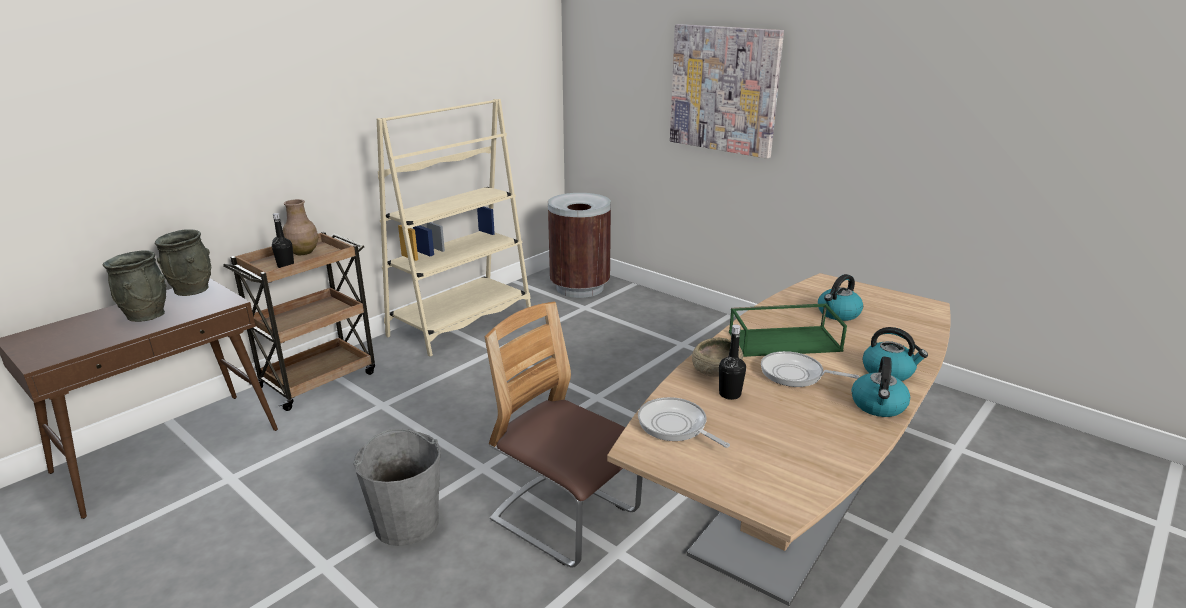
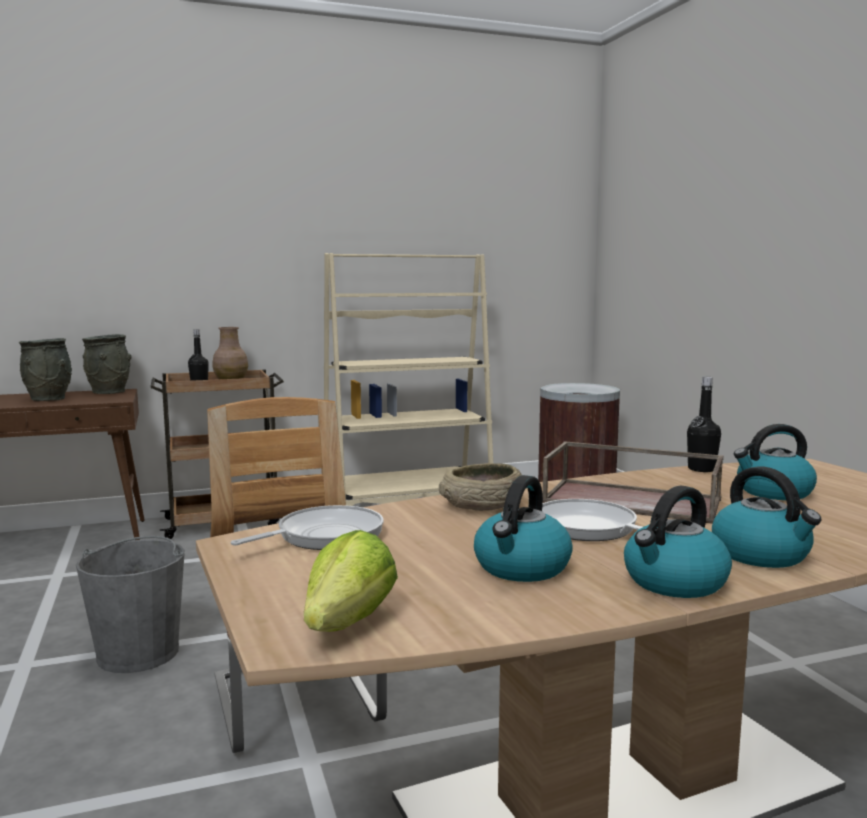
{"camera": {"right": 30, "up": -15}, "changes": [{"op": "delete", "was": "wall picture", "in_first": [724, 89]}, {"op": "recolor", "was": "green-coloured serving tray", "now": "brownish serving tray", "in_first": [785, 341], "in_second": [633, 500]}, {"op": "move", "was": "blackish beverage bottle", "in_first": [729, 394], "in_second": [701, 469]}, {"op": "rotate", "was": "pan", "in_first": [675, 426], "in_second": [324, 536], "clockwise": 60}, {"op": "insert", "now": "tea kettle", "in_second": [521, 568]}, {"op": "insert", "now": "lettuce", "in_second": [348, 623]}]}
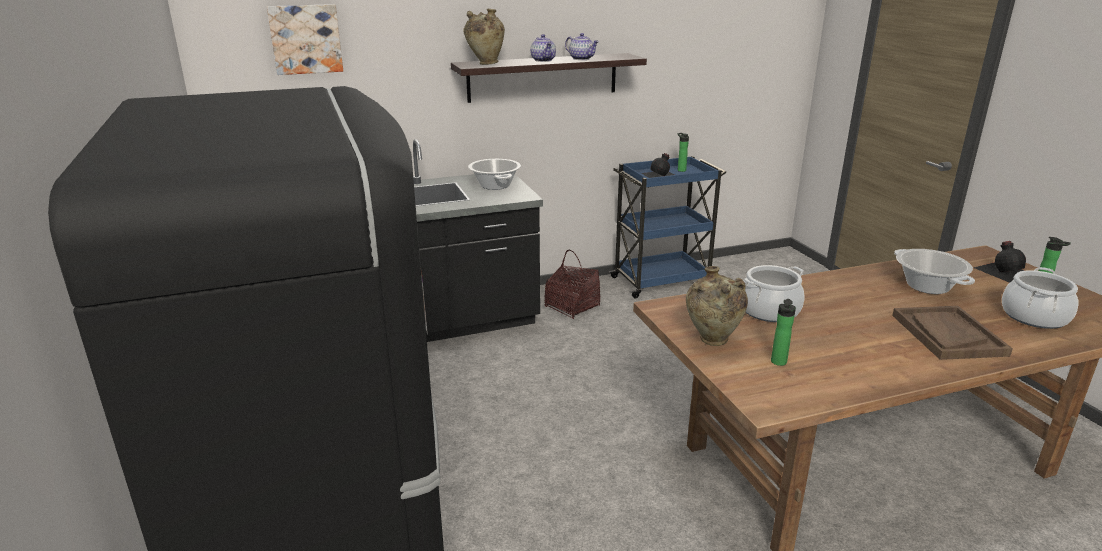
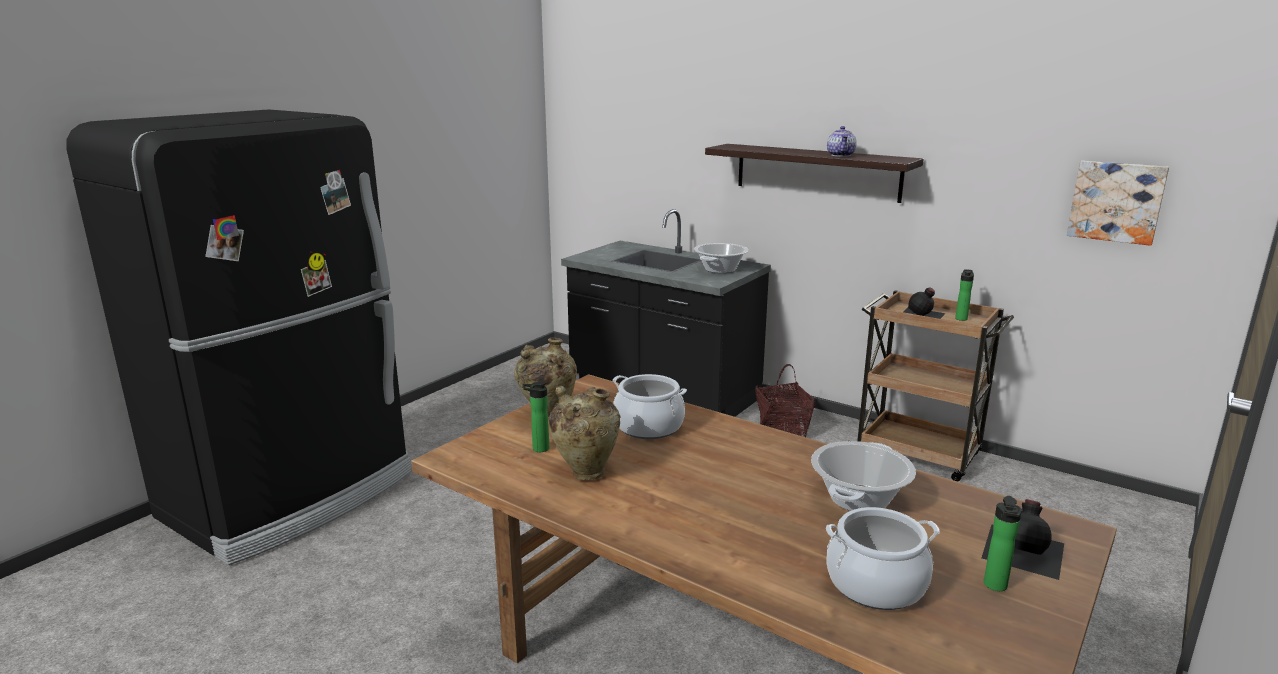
{"camera": {"right": 55, "up": -5}, "changes": [{"op": "move", "was": "wall picture", "in_first": [305, 39], "in_second": [1116, 201]}, {"op": "move", "was": "sand-coloured decorative vase", "in_first": [485, 64], "in_second": [586, 472]}, {"op": "delete", "was": "teapot", "in_first": [543, 60]}, {"op": "recolor", "was": "blue-coloured trolley", "now": "brownish trolley", "in_first": [661, 281], "in_second": [918, 454]}, {"op": "delete", "was": "brownish serving tray", "in_first": [947, 334]}]}
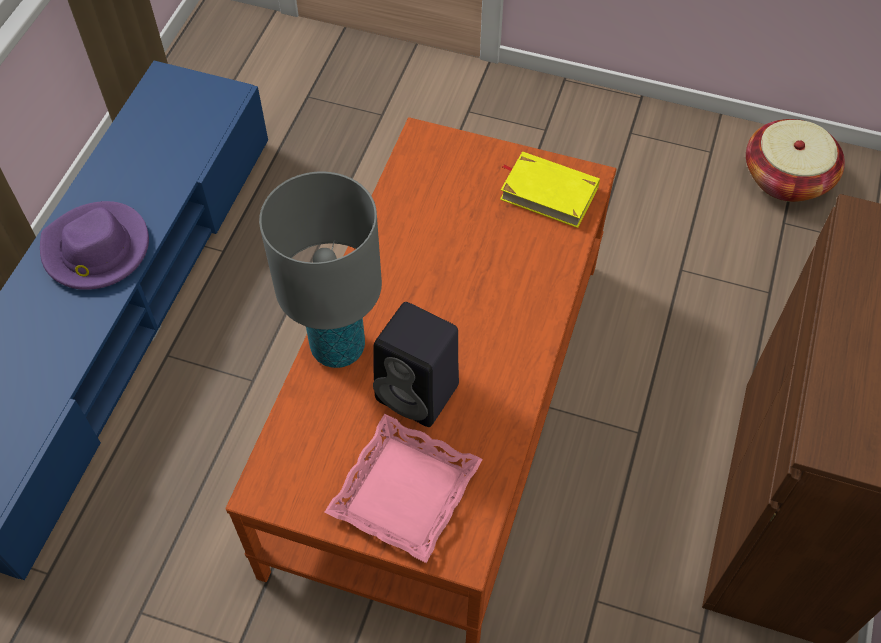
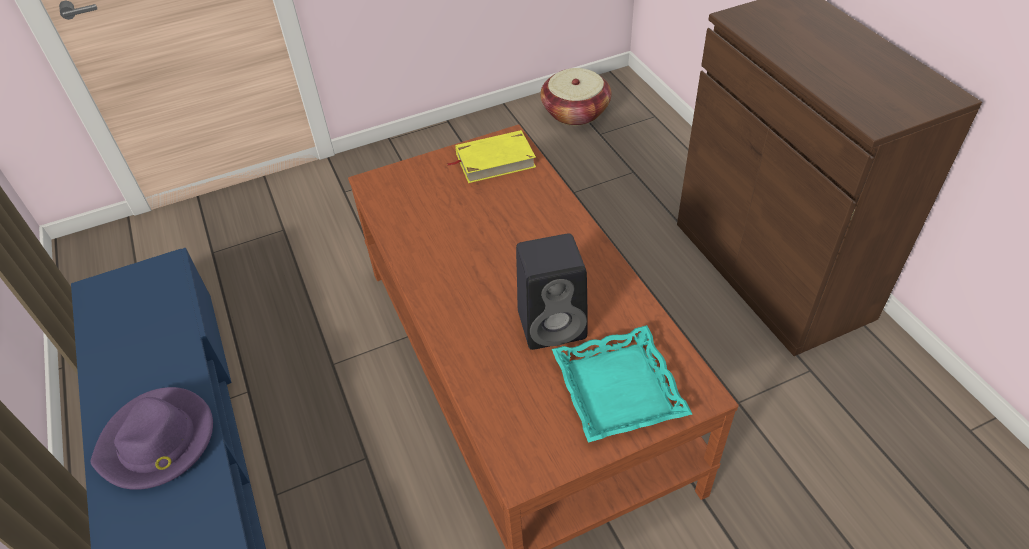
{"camera": {"right": -40, "up": -10}, "changes": [{"op": "delete", "was": "gray tabletop lamp", "in_first": [338, 348]}, {"op": "recolor", "was": "pink-coloured serving tray", "now": "blue-green serving tray", "in_first": [404, 491], "in_second": [617, 389]}]}
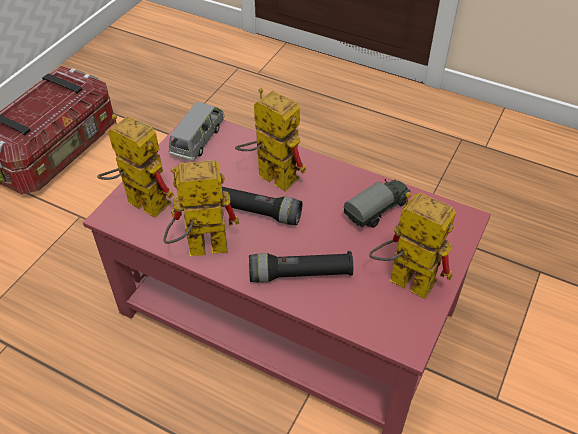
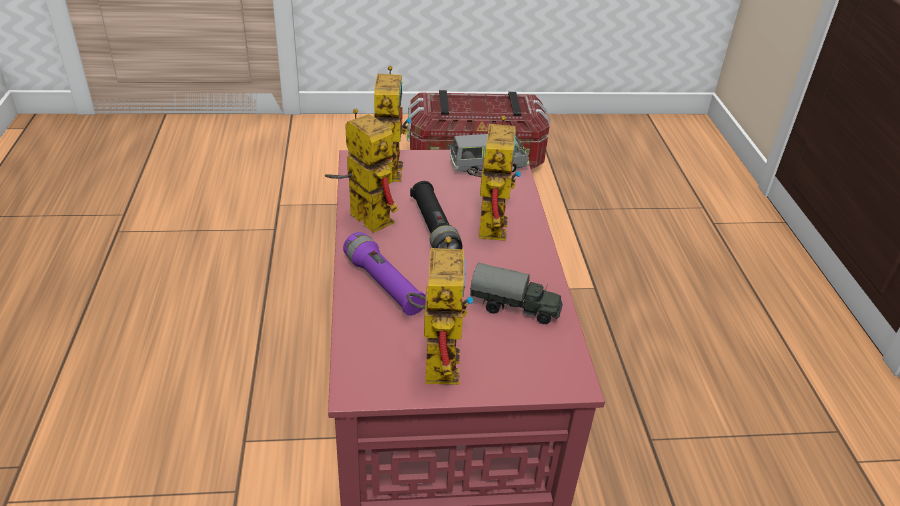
{"camera": {"right": 55, "up": -10}, "changes": [{"op": "recolor", "was": "blackish hand torch", "now": "purple hand torch", "in_first": [300, 274], "in_second": [384, 284]}]}
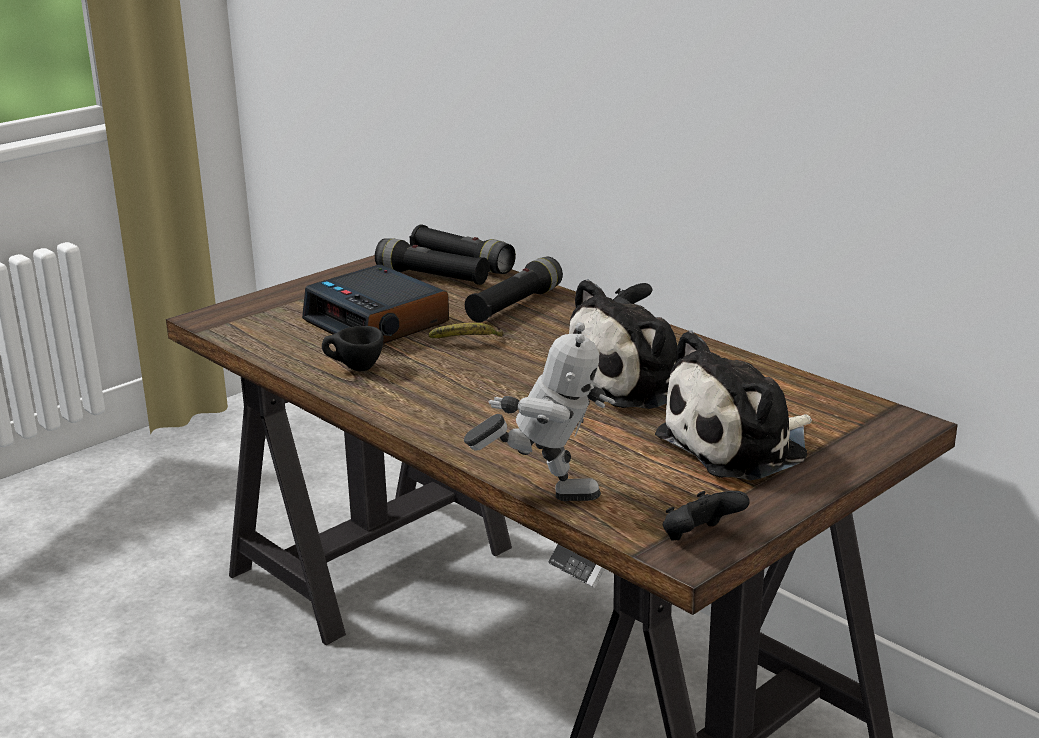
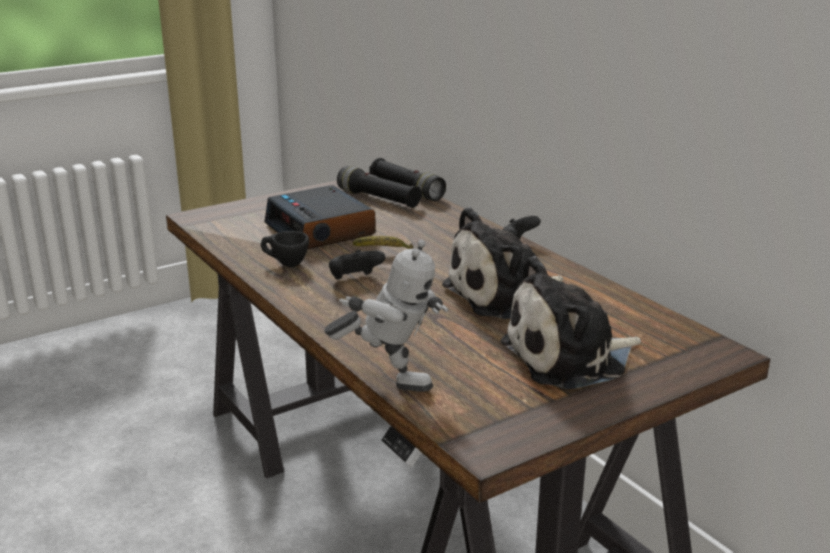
{"camera": {"right": 10, "up": 0}, "changes": [{"op": "delete", "was": "blackish hand torch", "in_first": [514, 305]}, {"op": "move", "was": "blackish gamepad", "in_first": [700, 538], "in_second": [354, 280]}]}
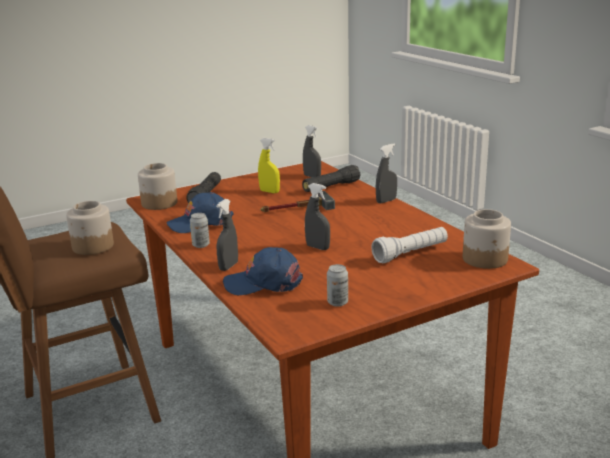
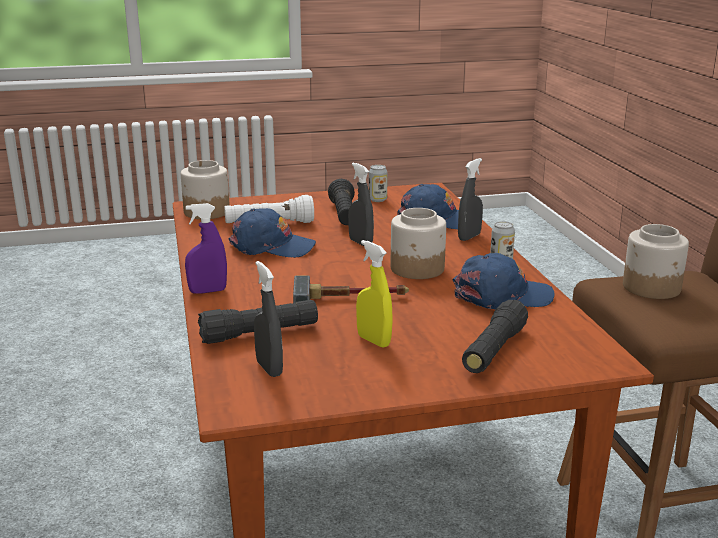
{"camera": {"right": -165, "up": 0}, "changes": [{"op": "recolor", "was": "gray sprayer", "now": "purple sprayer", "in_first": [386, 201], "in_second": [208, 291]}, {"op": "move", "was": "preserve jar", "in_first": [159, 203], "in_second": [417, 269]}, {"op": "insert", "now": "blackish hand torch", "in_second": [344, 216]}, {"op": "insert", "now": "blue-coloured cap", "in_second": [271, 246]}]}
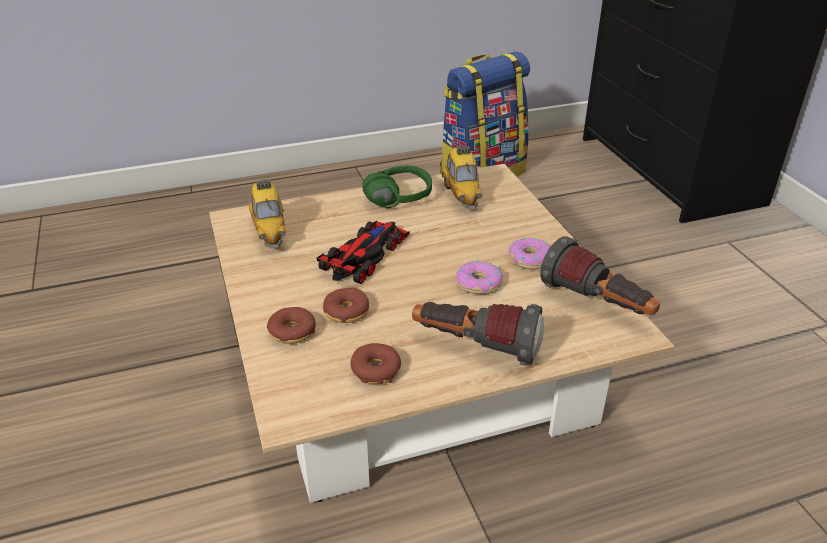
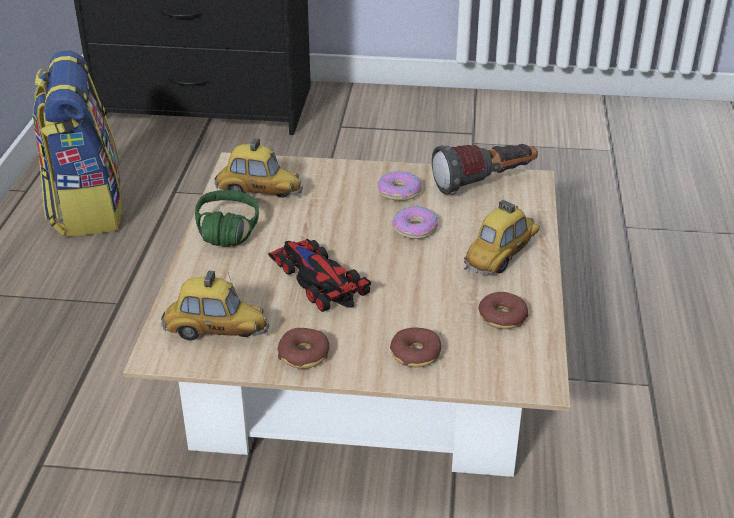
{"camera": {"right": -65, "up": 0}, "changes": [{"op": "move", "was": "donut", "in_first": [346, 312], "in_second": [304, 355]}, {"op": "replace", "was": "hand torch", "now": "model car", "in_first": [475, 347], "in_second": [502, 257]}]}
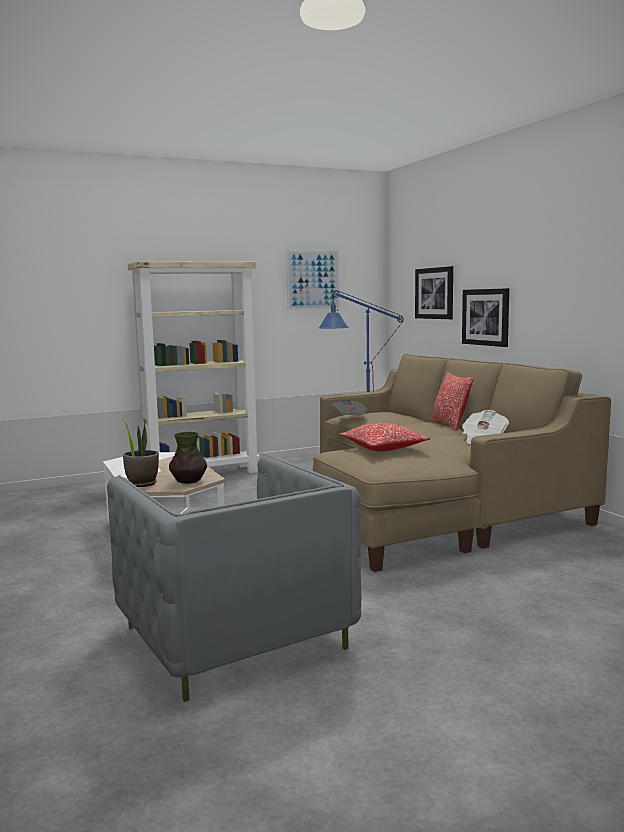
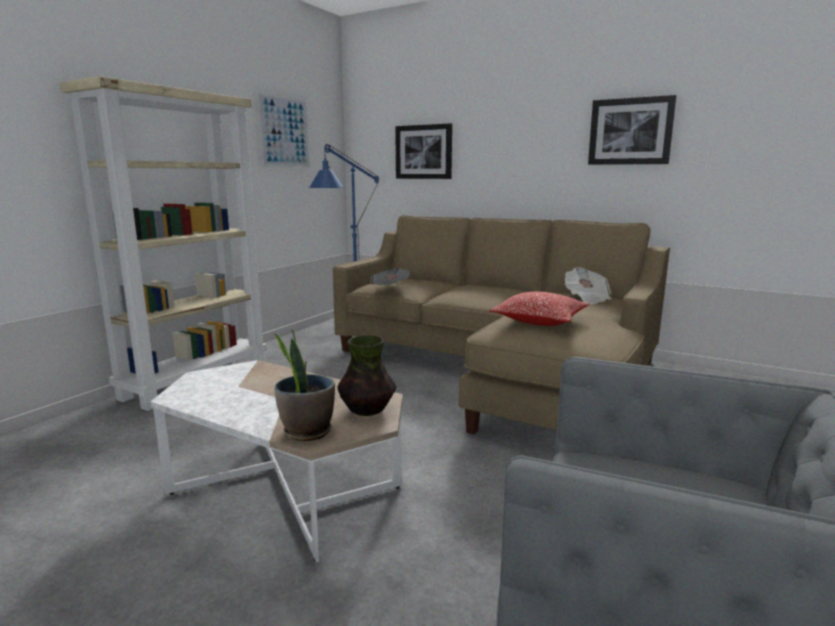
{"camera": {"right": -35, "up": 5}, "changes": [{"op": "move", "was": "wall picture", "in_first": [486, 317], "in_second": [630, 131]}, {"op": "delete", "was": "throw pillow", "in_first": [450, 425]}]}
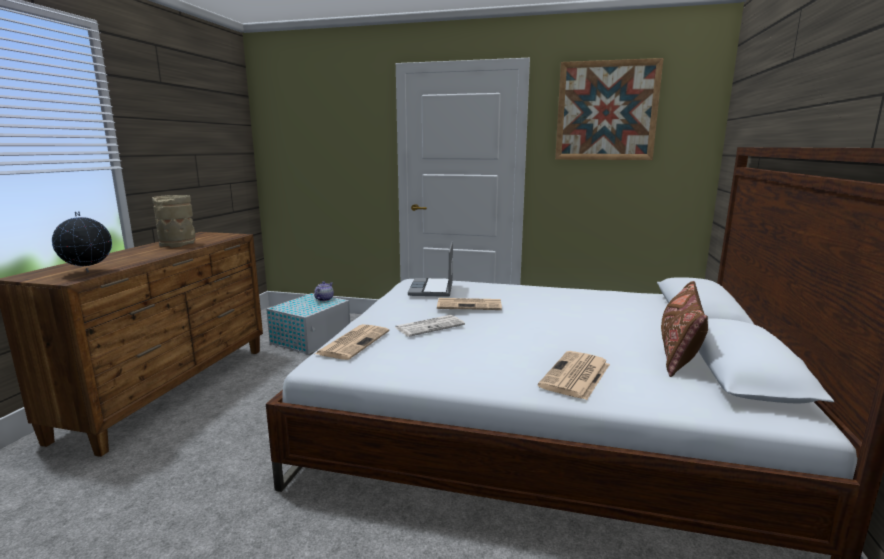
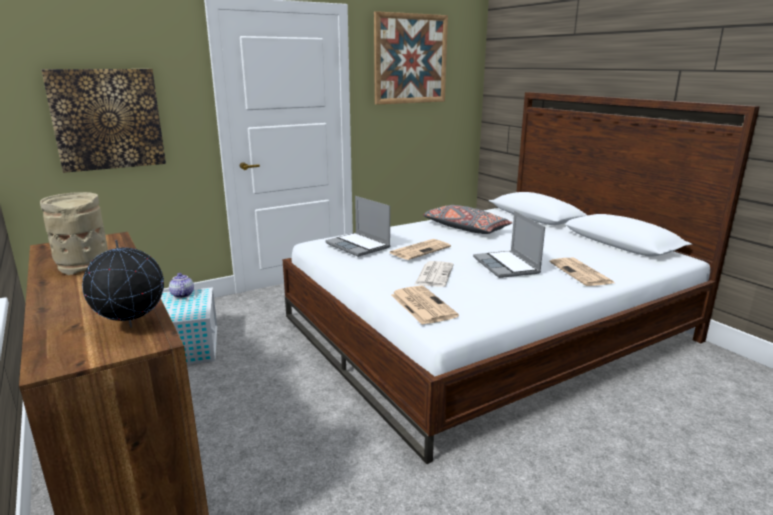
{"camera": {"right": -45, "up": 5}, "changes": [{"op": "delete", "was": "brownish throw pillow", "in_first": [678, 352]}, {"op": "insert", "now": "wall picture", "in_second": [107, 119]}, {"op": "insert", "now": "gray throw pillow", "in_second": [465, 228]}, {"op": "insert", "now": "notebook computer", "in_second": [507, 266]}]}
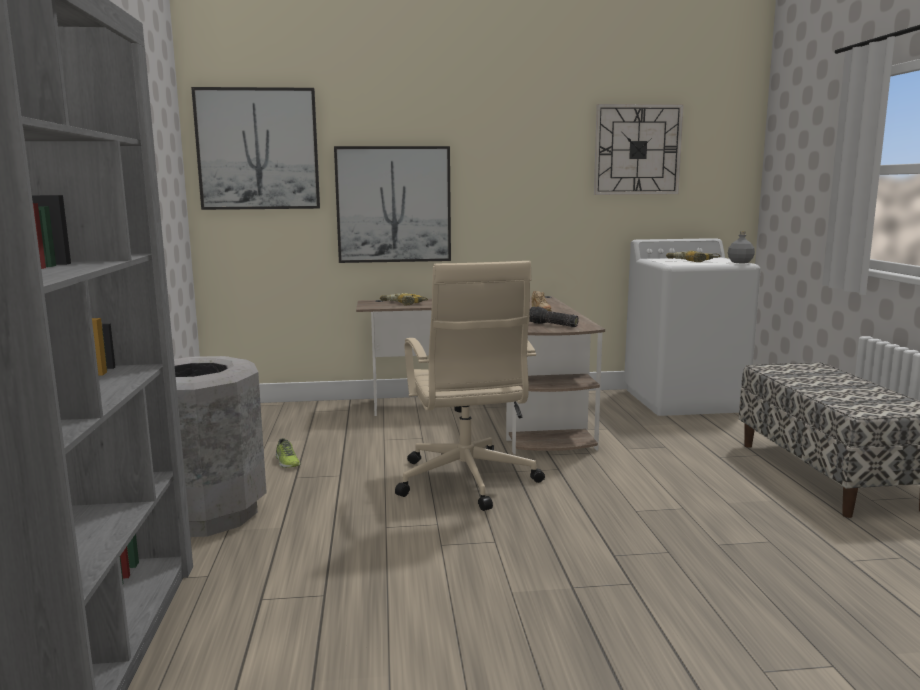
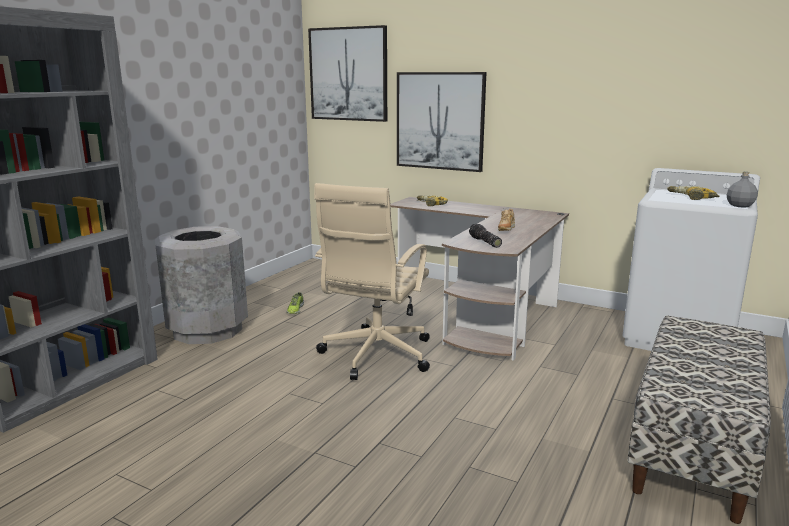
{"camera": {"right": 35, "up": 5}, "changes": [{"op": "delete", "was": "hanging clock", "in_first": [637, 150]}]}
